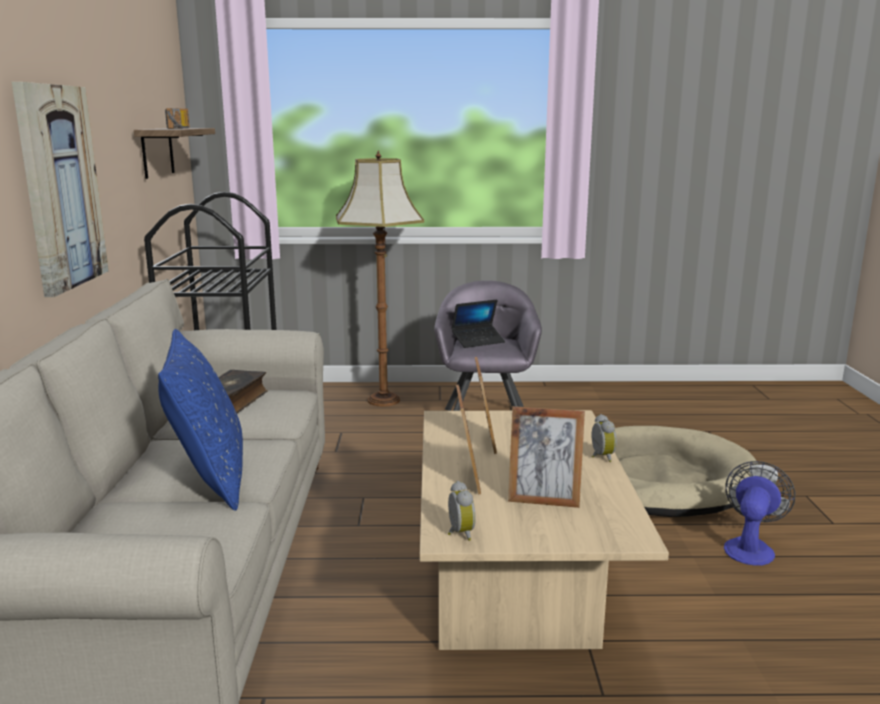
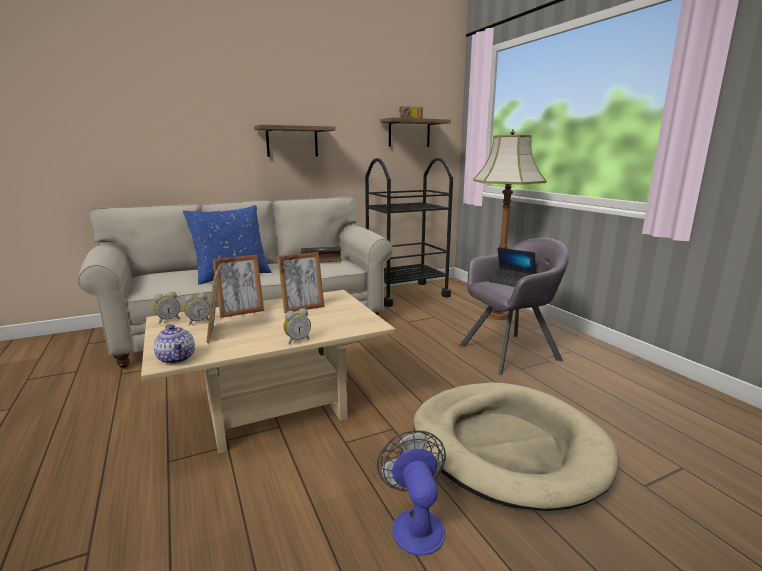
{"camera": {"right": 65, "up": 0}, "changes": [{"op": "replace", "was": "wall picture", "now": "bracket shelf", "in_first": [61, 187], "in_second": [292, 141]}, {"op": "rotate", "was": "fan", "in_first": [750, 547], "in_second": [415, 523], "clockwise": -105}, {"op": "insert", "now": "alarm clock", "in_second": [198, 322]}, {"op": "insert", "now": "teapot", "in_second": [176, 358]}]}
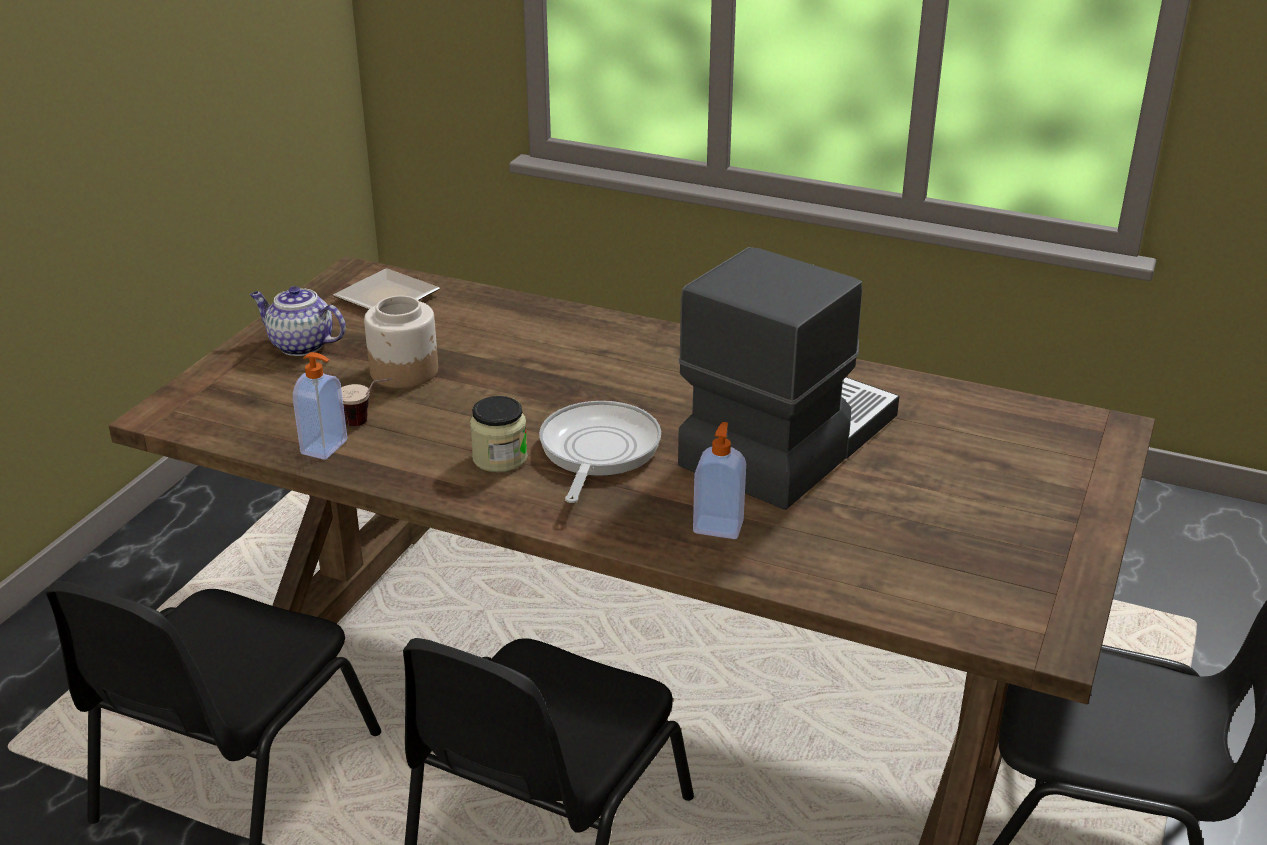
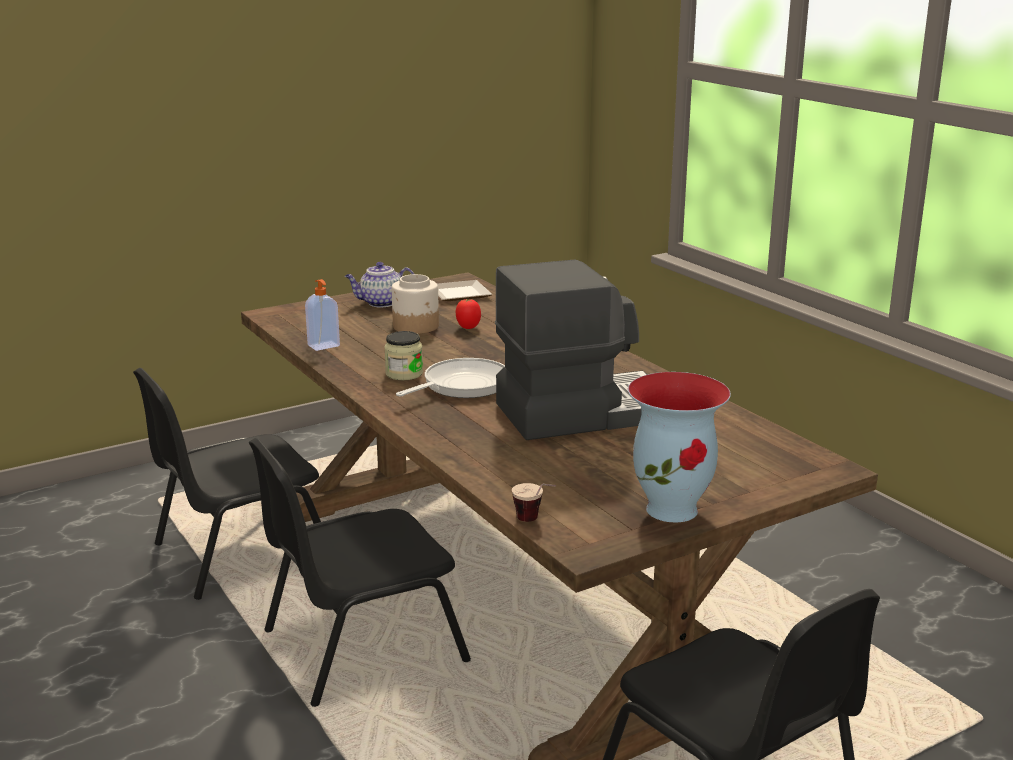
{"camera": {"right": 35, "up": -10}, "changes": [{"op": "rotate", "was": "teapot", "in_first": [300, 345], "in_second": [380, 303], "clockwise": -75}, {"op": "move", "was": "drinking cup", "in_first": [368, 423], "in_second": [535, 522]}, {"op": "delete", "was": "soap bottle", "in_first": [718, 526]}, {"op": "insert", "now": "whole tomato", "in_second": [468, 328]}, {"op": "insert", "now": "decorative vase", "in_second": [673, 509]}]}
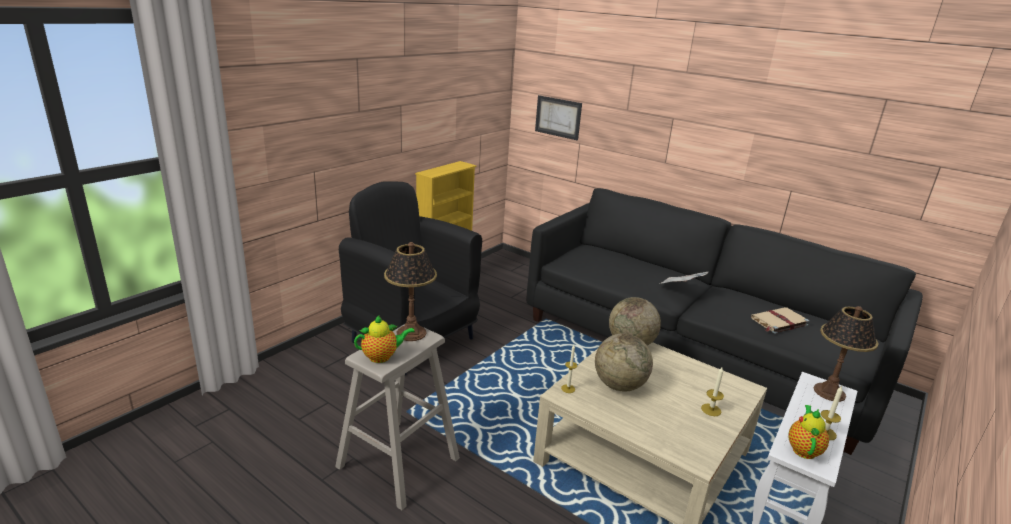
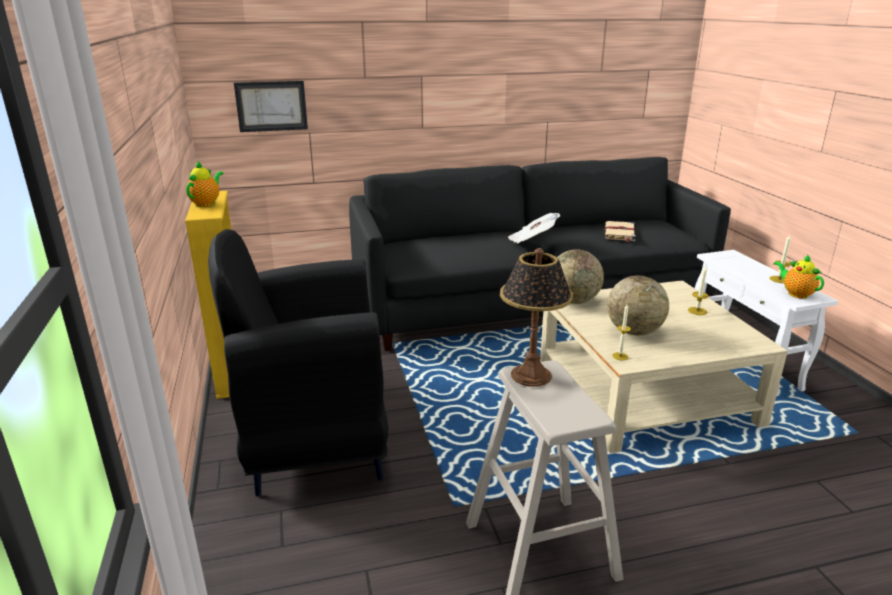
{"camera": {"right": -50, "up": 0}, "changes": [{"op": "delete", "was": "tabletop lamp", "in_first": [829, 392]}, {"op": "move", "was": "teapot", "in_first": [382, 357], "in_second": [206, 203]}]}
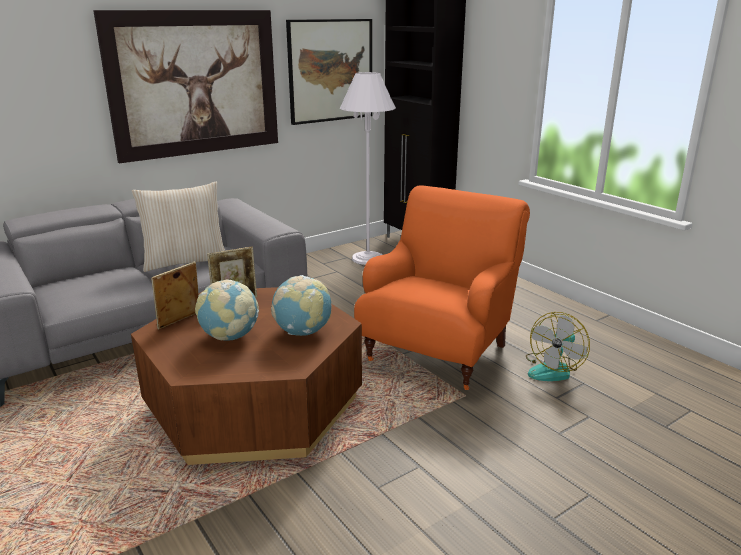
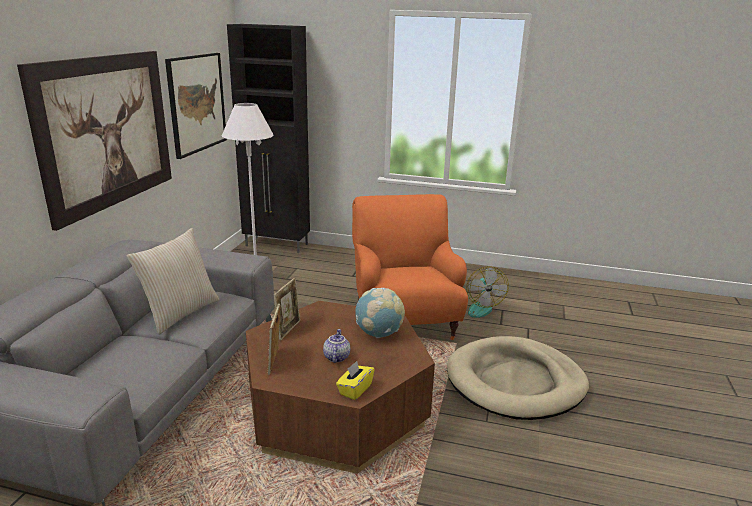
{"camera": {"right": -40, "up": 0}, "changes": [{"op": "replace", "was": "world globe", "now": "teapot", "in_first": [230, 337], "in_second": [336, 357]}, {"op": "insert", "now": "sand-coloured pet bed", "in_second": [515, 382]}, {"op": "insert", "now": "yellow-coloured tissue box", "in_second": [355, 390]}]}
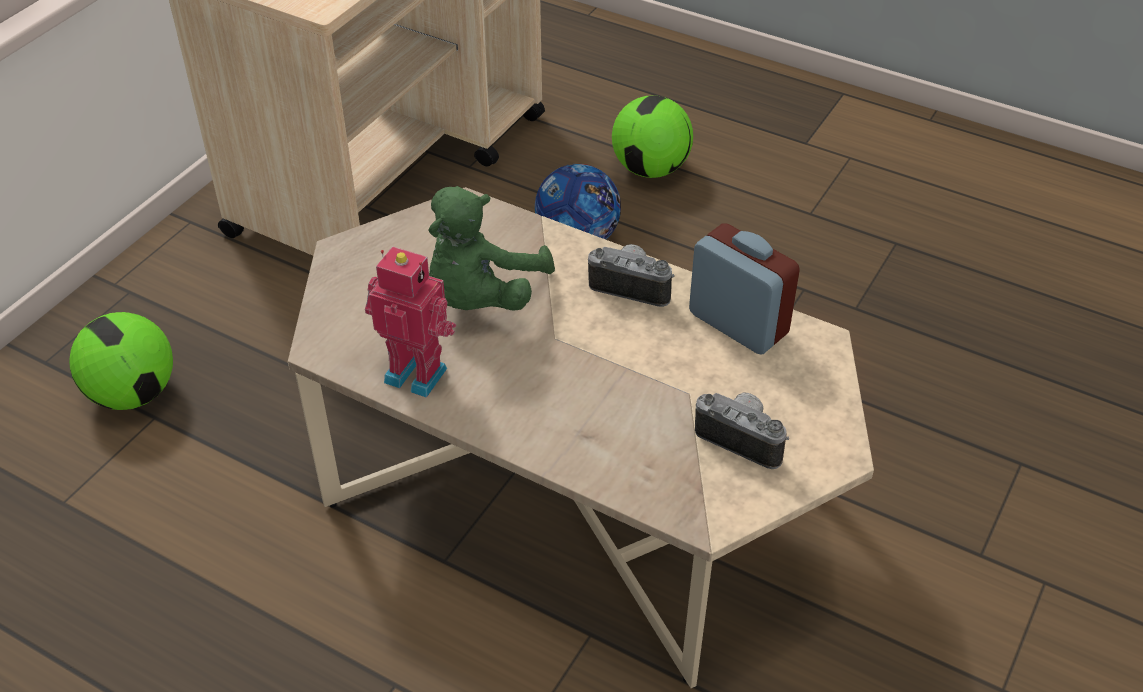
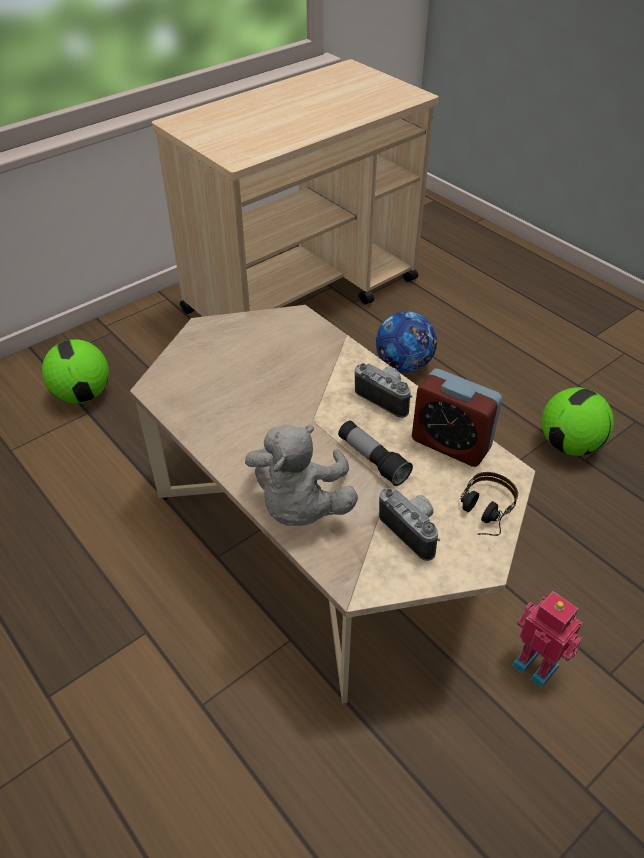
{"camera": {"right": 20, "up": 0}, "changes": [{"op": "move", "was": "football ball", "in_first": [650, 169], "in_second": [569, 444]}, {"op": "delete", "was": "green-coloured soft toy", "in_first": [481, 297]}, {"op": "rotate", "was": "alarm clock", "in_first": [738, 324], "in_second": [450, 444], "clockwise": 150}, {"op": "move", "was": "robot figure", "in_first": [418, 372], "in_second": [537, 664]}, {"op": "insert", "now": "hand torch", "in_second": [372, 460]}, {"op": "insert", "now": "gray soft toy", "in_second": [300, 506]}, {"op": "insert", "now": "headset", "in_second": [483, 514]}]}
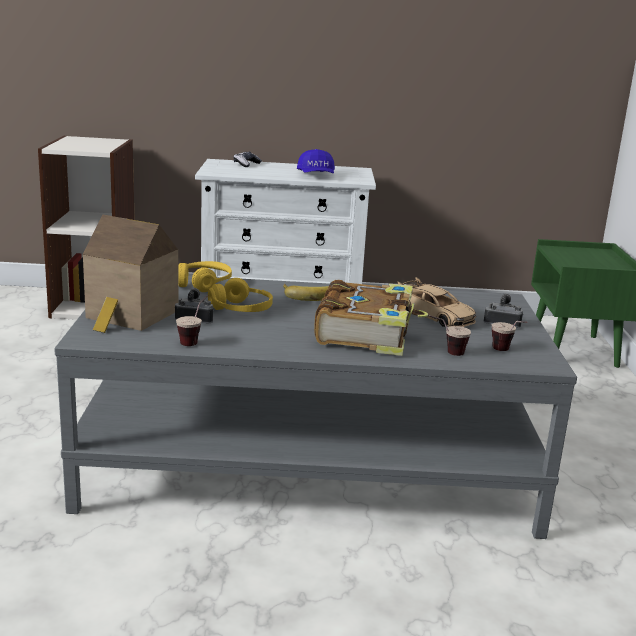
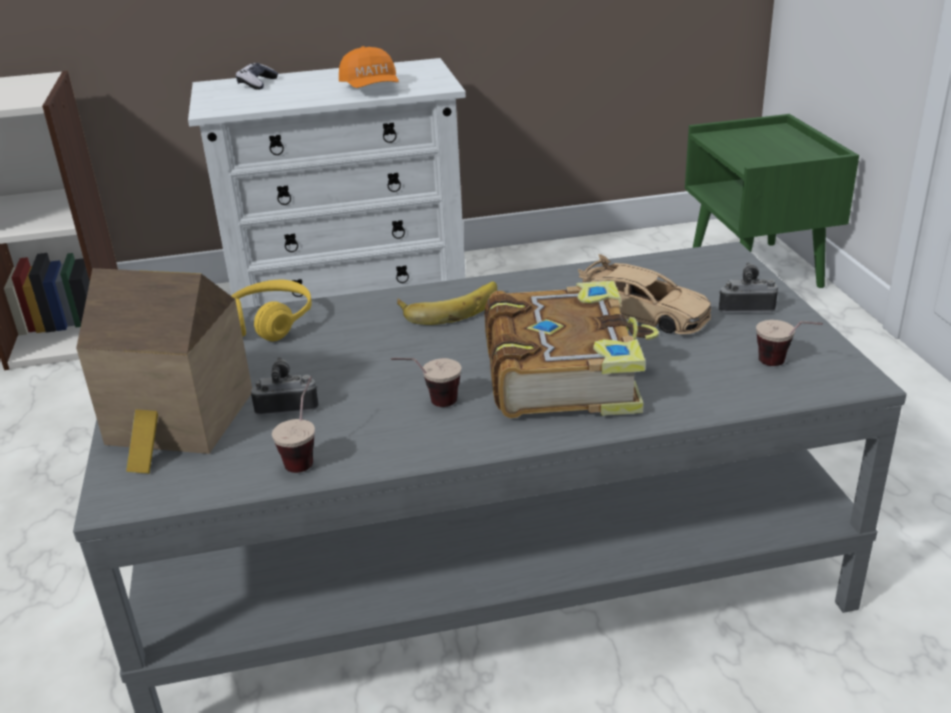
{"camera": {"right": -10, "up": 10}, "changes": [{"op": "recolor", "was": "blue-coloured cap", "now": "orange-coloured cap", "in_first": [316, 176], "in_second": [371, 88]}, {"op": "delete", "was": "yellow-coloured headset", "in_first": [241, 310]}, {"op": "move", "was": "drinking cup", "in_first": [446, 353], "in_second": [429, 405]}]}
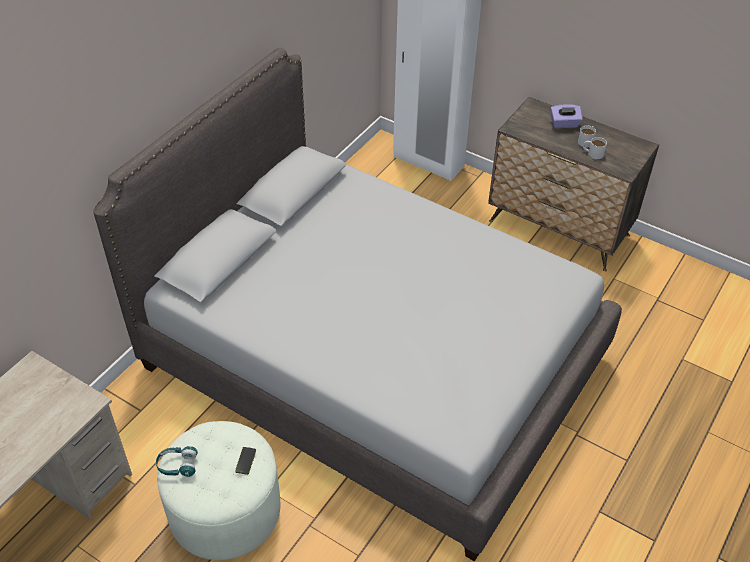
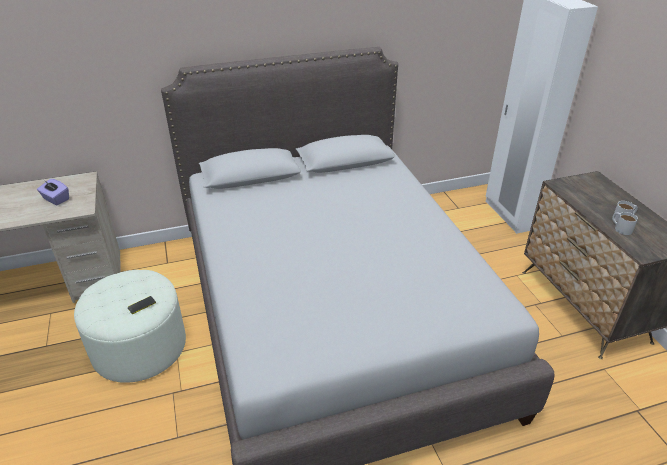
{"camera": {"right": 40, "up": -10}, "changes": [{"op": "move", "was": "purple tissue box", "in_first": [564, 124], "in_second": [56, 199]}, {"op": "delete", "was": "blue-green headset", "in_first": [177, 465]}]}
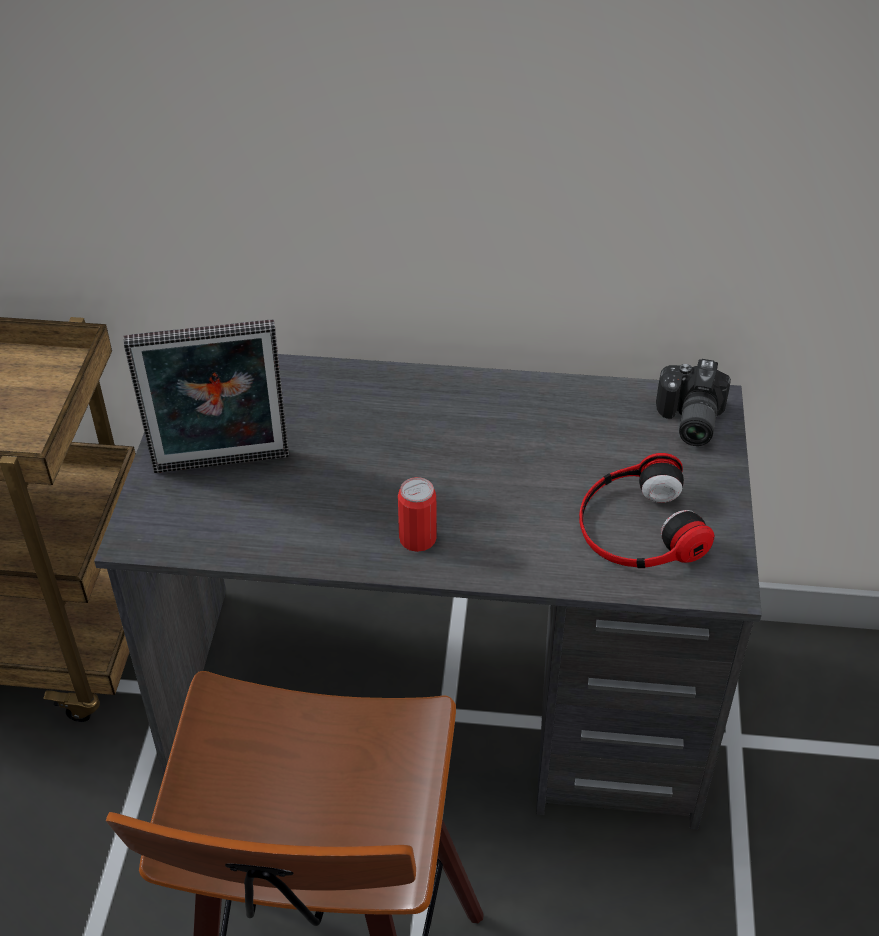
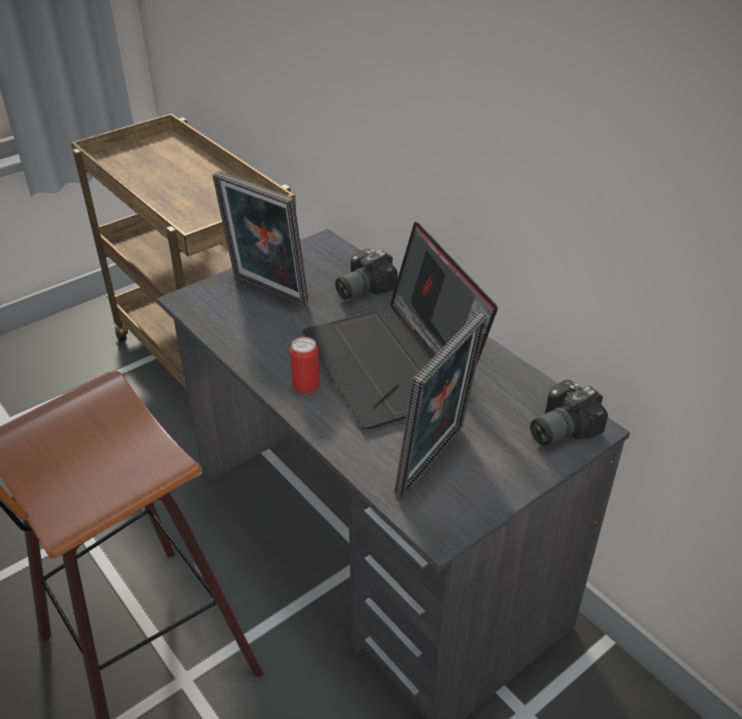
{"camera": {"right": 45, "up": -5}, "changes": [{"op": "replace", "was": "headset", "now": "standing frame", "in_first": [638, 526], "in_second": [436, 462]}, {"op": "insert", "now": "notebook computer", "in_second": [394, 364]}, {"op": "insert", "now": "photo camera", "in_second": [361, 288]}]}
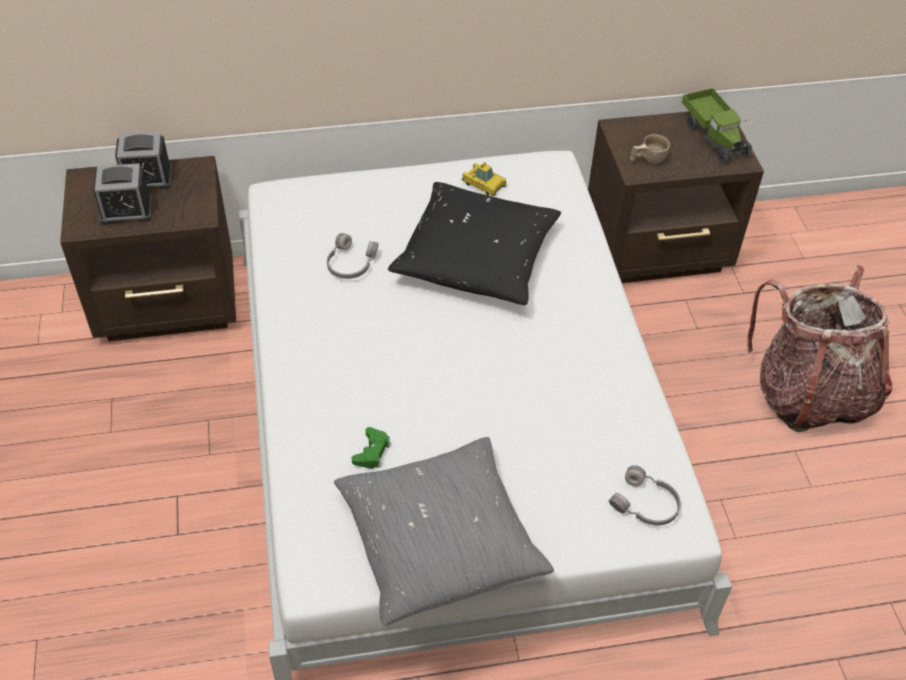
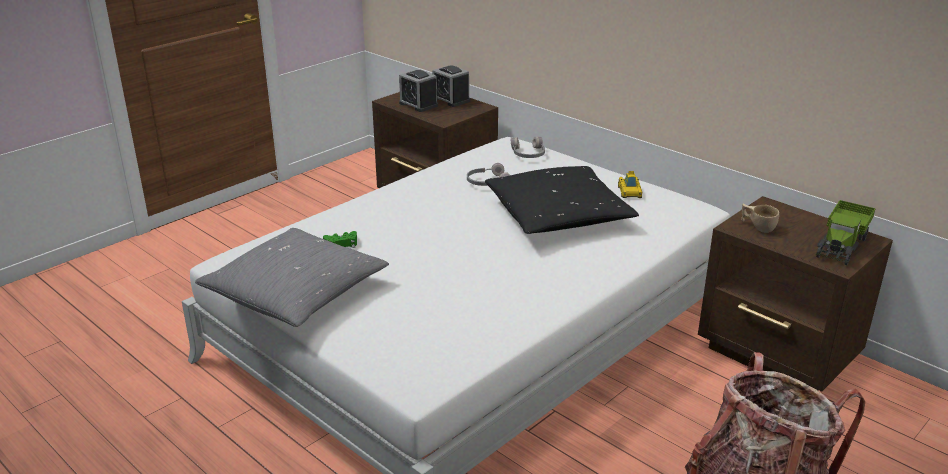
{"camera": {"right": 55, "up": -20}, "changes": [{"op": "move", "was": "gray headset", "in_first": [645, 505], "in_second": [527, 154]}]}
